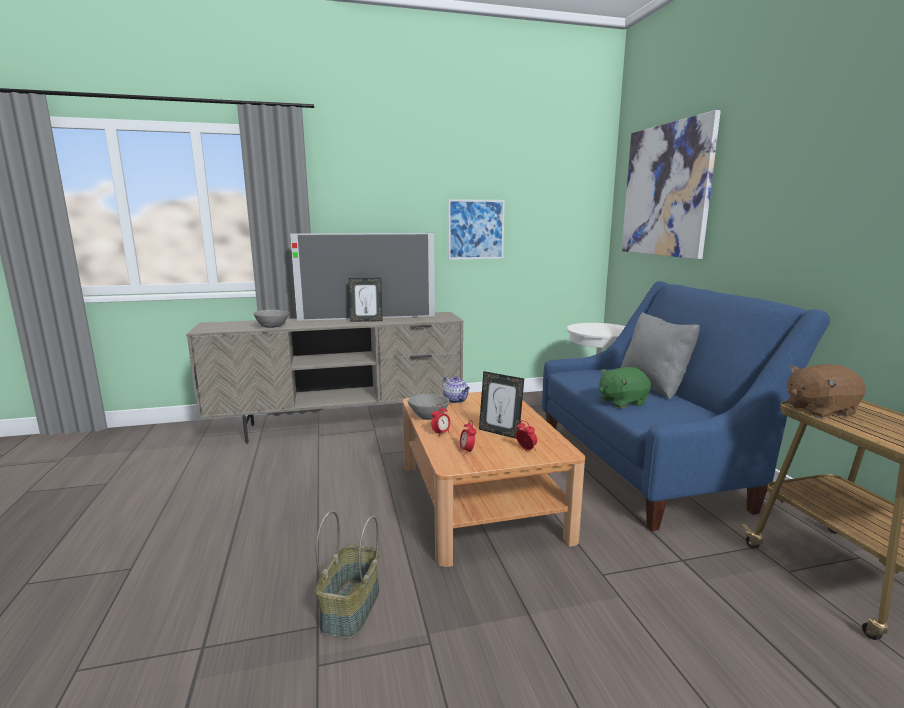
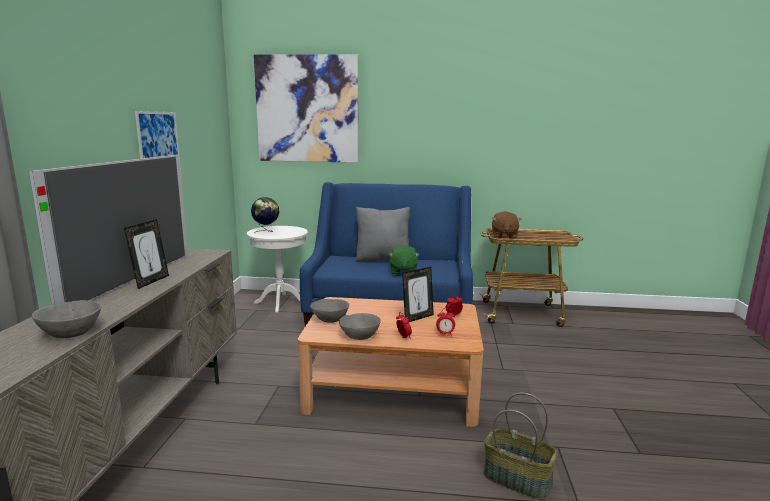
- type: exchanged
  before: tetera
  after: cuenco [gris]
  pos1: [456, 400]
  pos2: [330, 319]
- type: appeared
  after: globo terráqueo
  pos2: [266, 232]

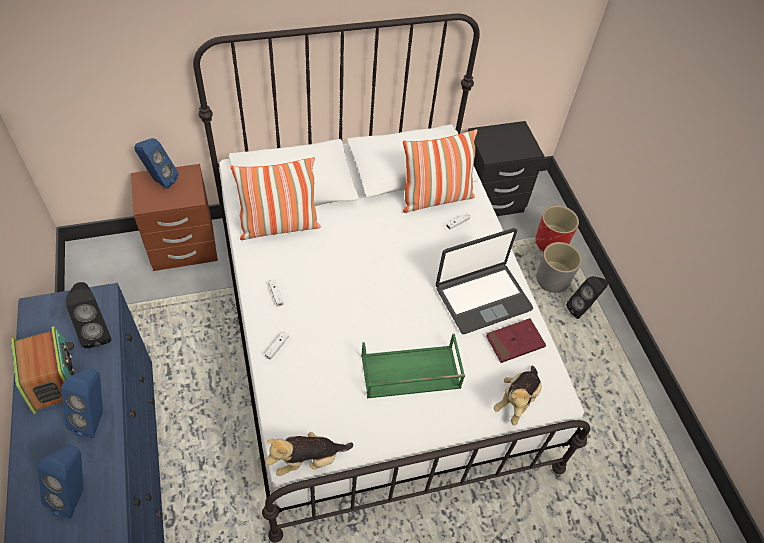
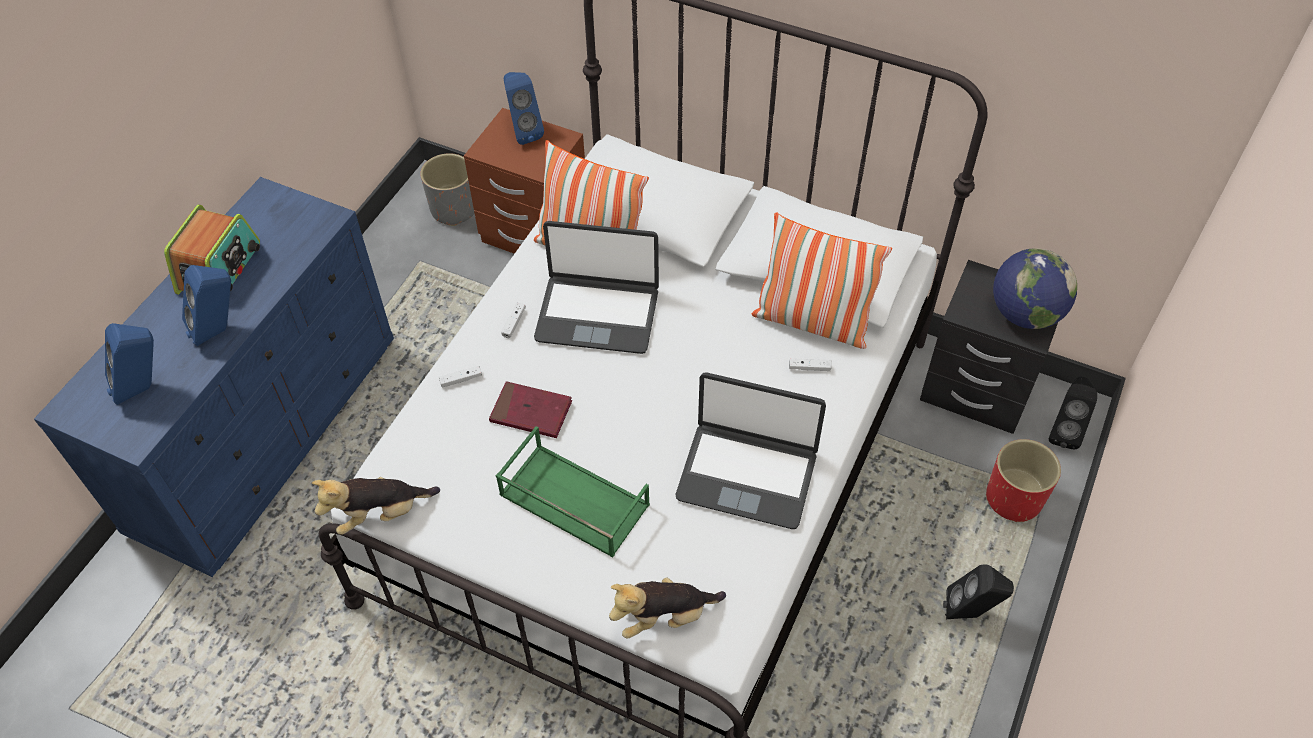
- type: relocated
  before: maceta [gris]
  pos1: [552, 280]
  pos2: [454, 209]
- type: relocated
  before: altavoz [negro]
  pos1: [97, 331]
  pos2: [1064, 431]
- type: relocated
  before: libro [rojo]
  pos1: [515, 342]
  pos2: [531, 412]
- type: spun
  before: peluche
  pos1: [308, 460]
  pos2: [380, 514]
  turn: -45
- type: appeared
  after: portátil
  pos2: [597, 314]
- type: appeared
  after: globo terráqueo
  pos2: [1025, 314]

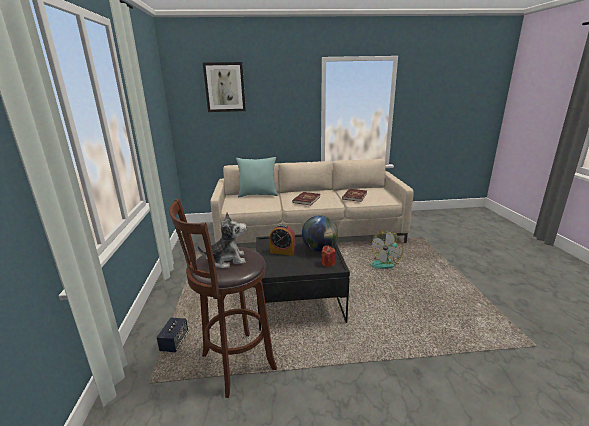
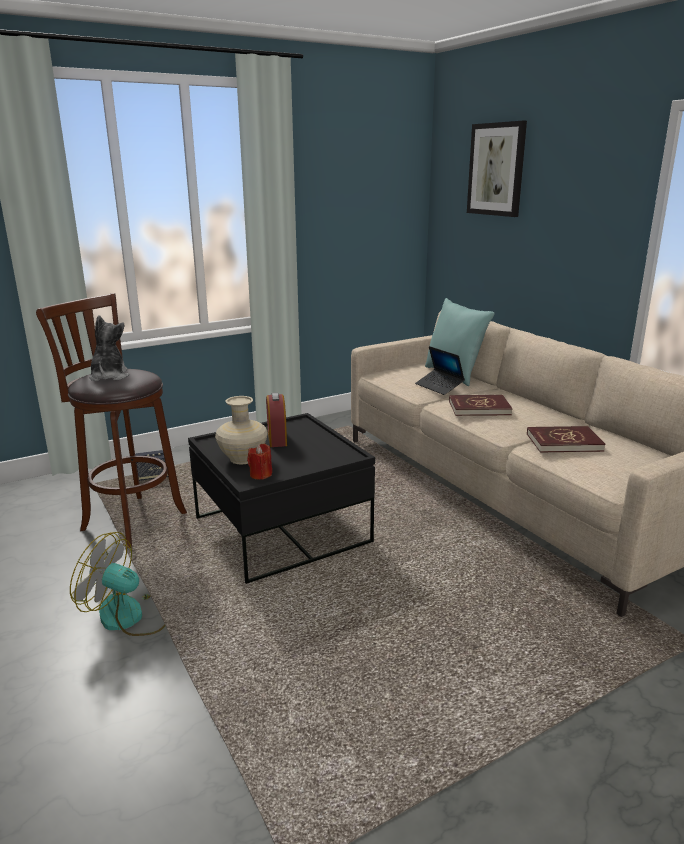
- type: spun
  before: peluche
  pos1: [226, 260]
  pos2: [109, 376]
  turn: -150
- type: missing
  before: globo terráqueo
  pos1: [319, 249]
- type: relocated
  before: ventilador
  pos1: [385, 263]
  pos2: [131, 616]
- type: appeared
  after: portátil
  pos2: [439, 386]
- type: appeared
  after: florero [beis]
  pos2: [242, 458]

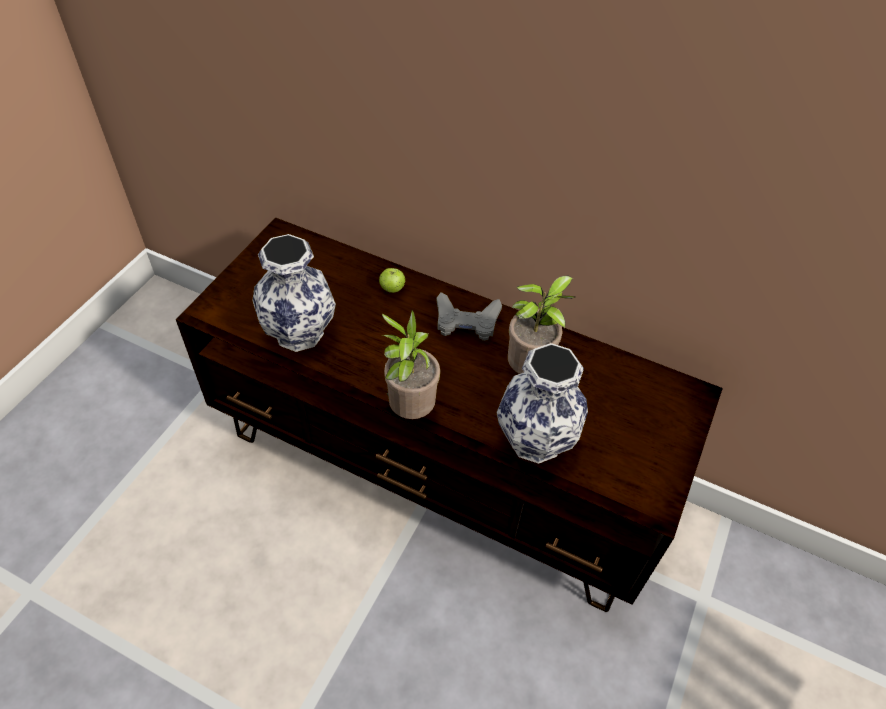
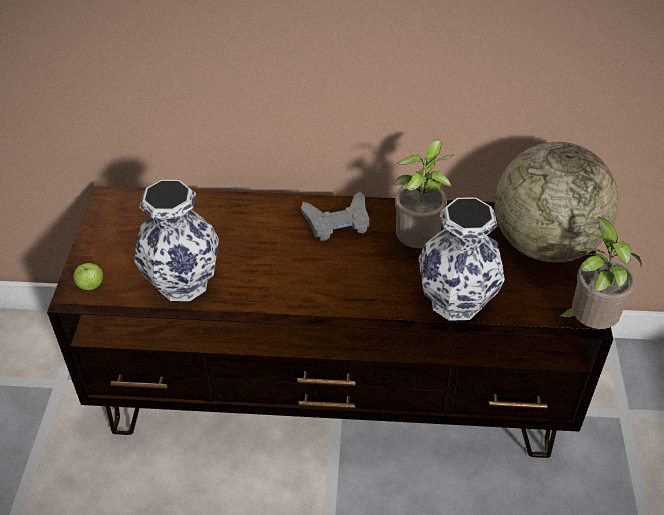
- type: relocated
  before: manzana
  pos1: [392, 289]
  pos2: [91, 286]
- type: relocated
  before: planta en maceta
  pos1: [409, 409]
  pos2: [587, 323]
- type: appeared
  after: globo terráqueo
  pos2: [544, 244]

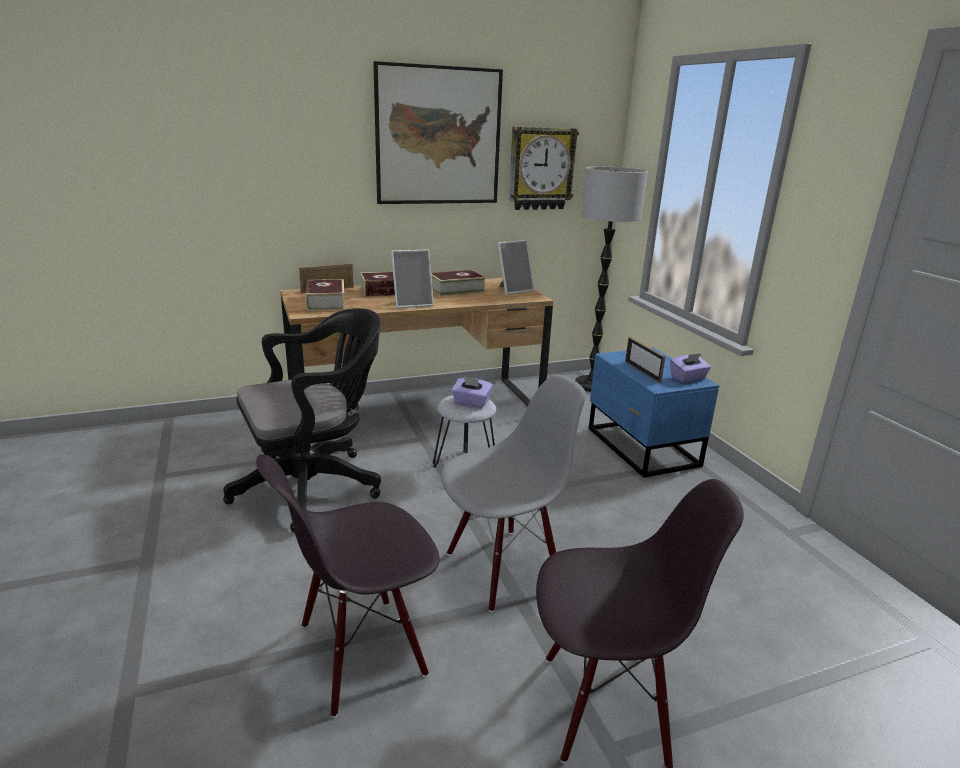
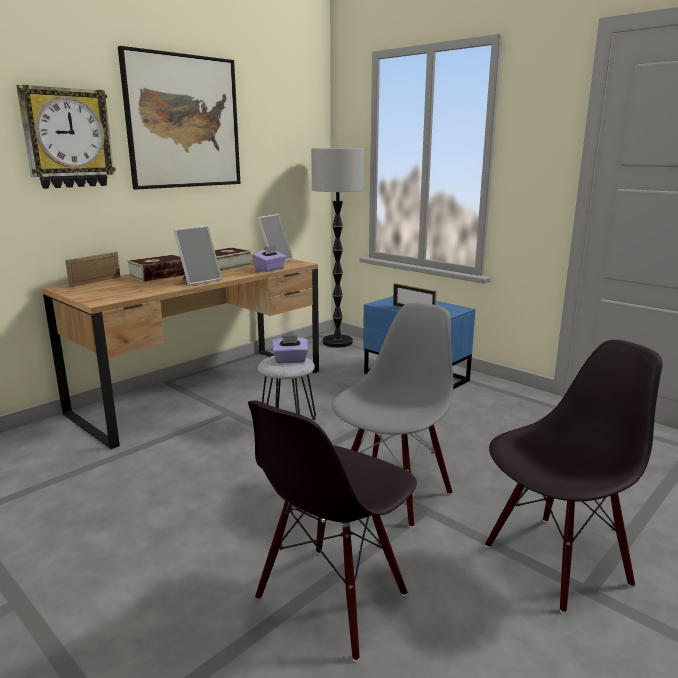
- type: relocated
  before: reloj de pared
  pos1: [541, 169]
  pos2: [67, 138]
- type: missing
  before: libro
  pos1: [326, 302]
- type: missing
  before: silla de oficina [negro]
  pos1: [314, 486]
- type: relocated
  before: caja de pañuelos [morado]
  pos1: [688, 378]
  pos2: [270, 269]

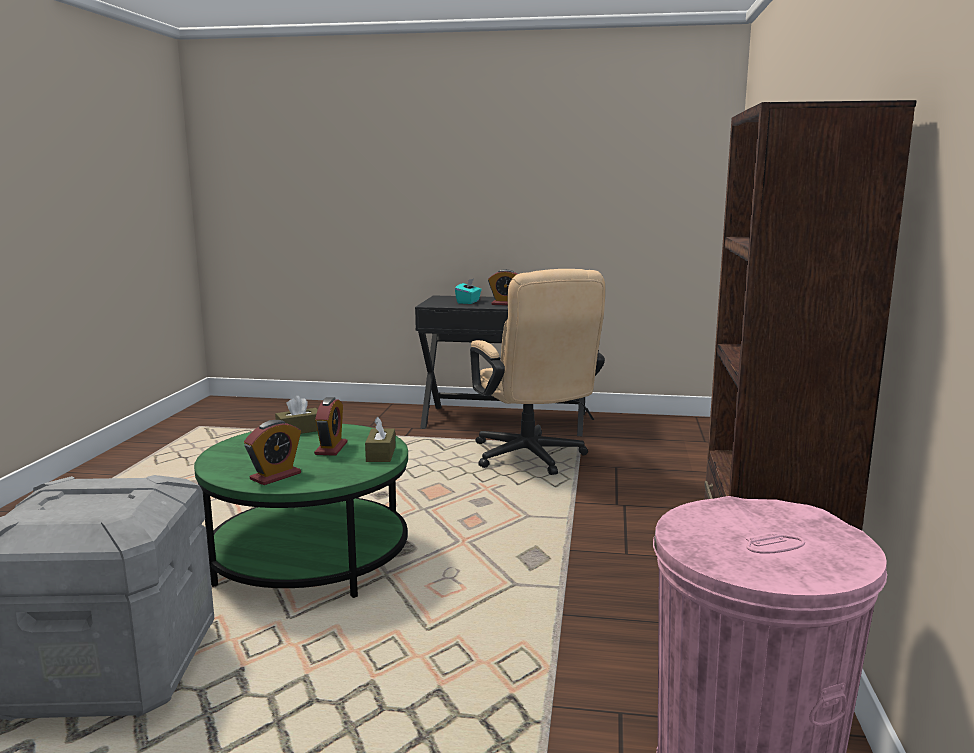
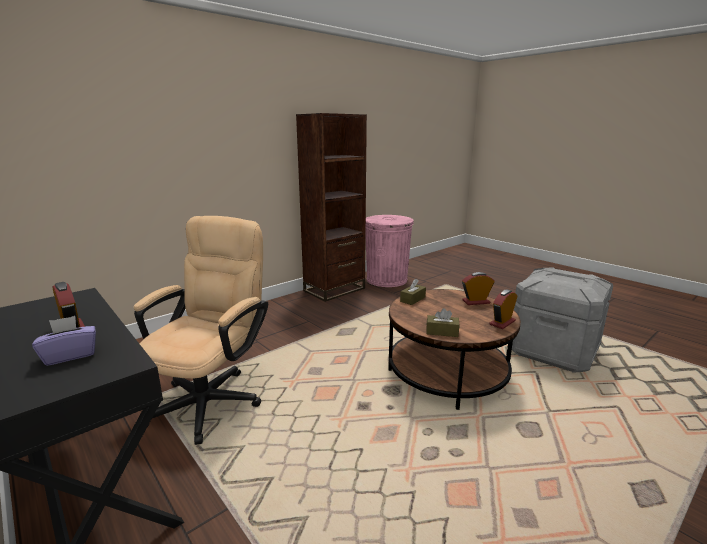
- type: colour
  before: caja de pañuelos [turquesa]
  after: caja de pañuelos [morado]
  pos1: [468, 302]
  pos2: [70, 355]
- type: relocated
  before: despertador
  pos1: [331, 448]
  pos2: [502, 323]
- type: colour
  before: mesa de centro [verde]
  after: mesa de centro [marrón]
  pos1: [310, 558]
  pos2: [447, 373]

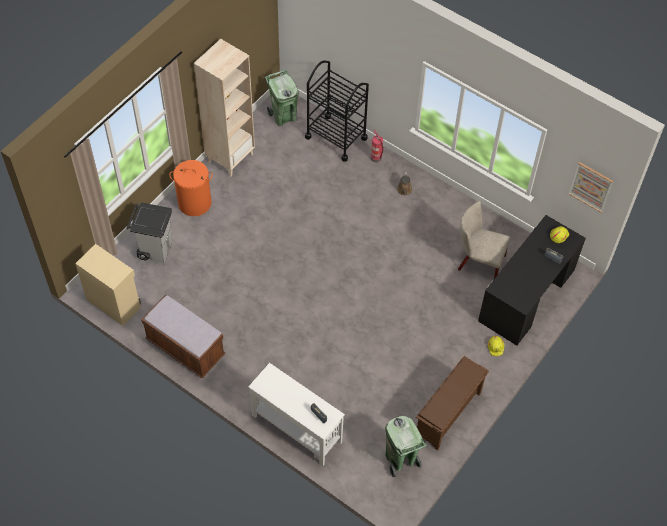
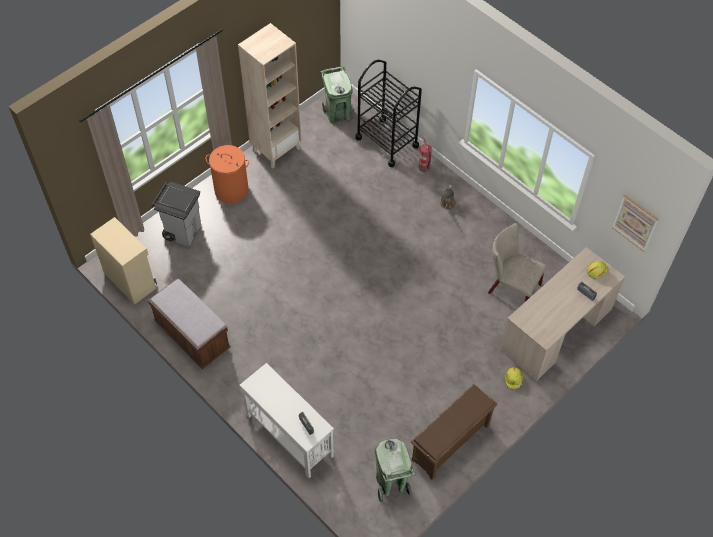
- type: colour
  before: escritorio [negro]
  after: escritorio [beis]
  pos1: [526, 295]
  pos2: [555, 329]

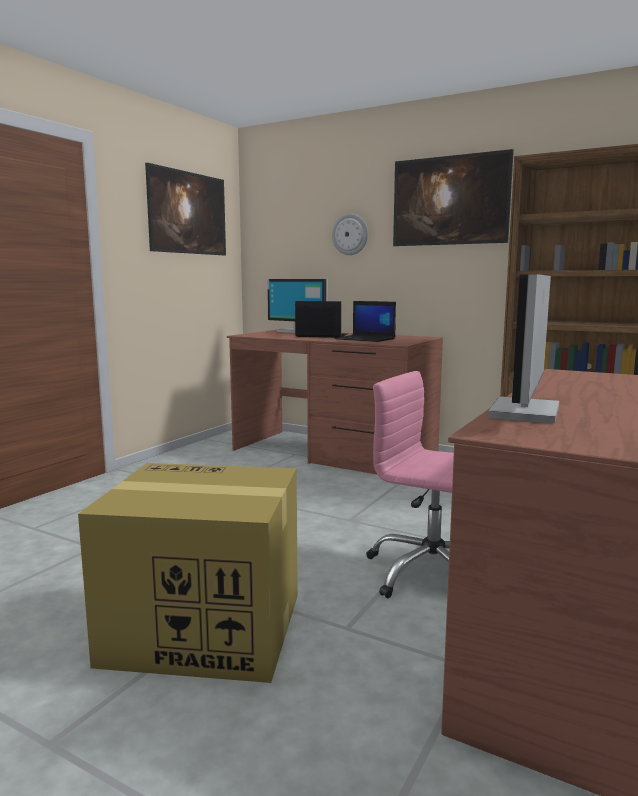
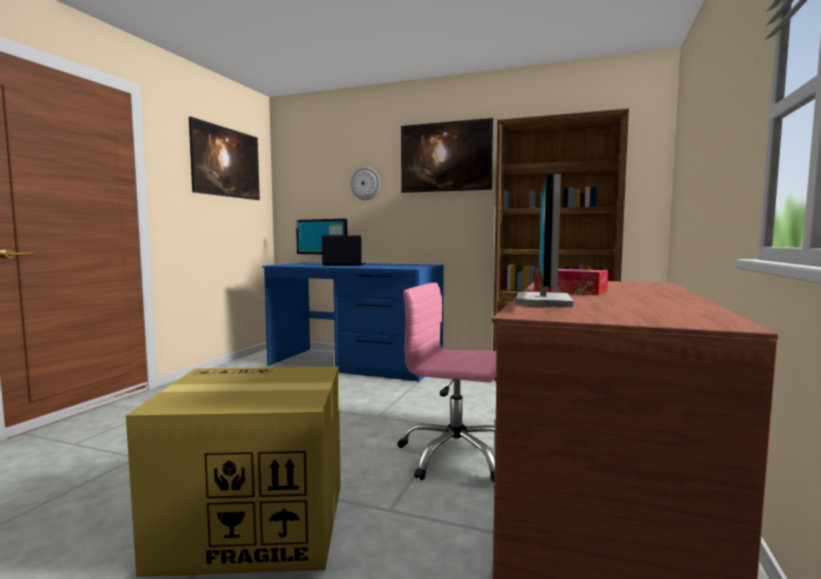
- type: missing
  before: portátil
  pos1: [366, 339]
- type: colour
  before: escritorio [marrón]
  after: escritorio [azul]
  pos1: [333, 453]
  pos2: [356, 363]
- type: appeared
  after: caja de pañuelos
  pos2: [570, 291]

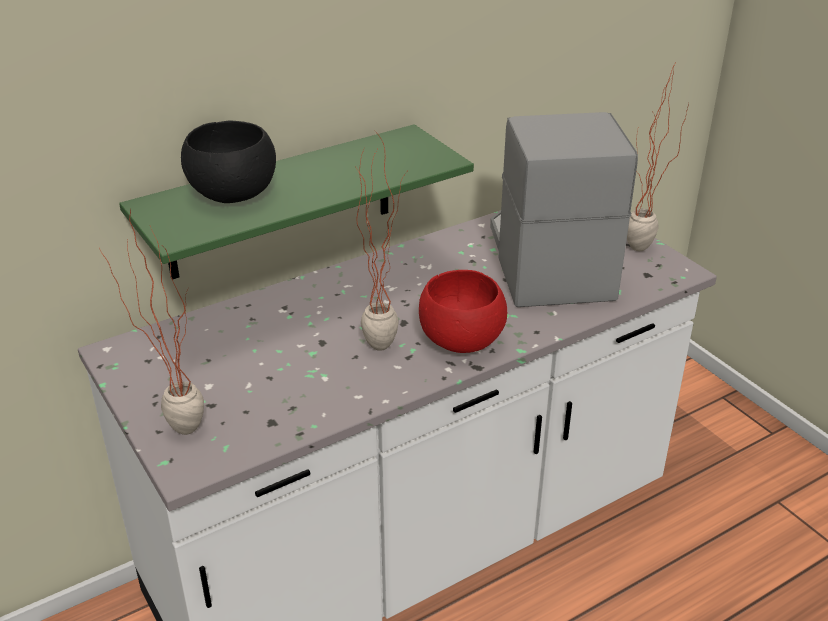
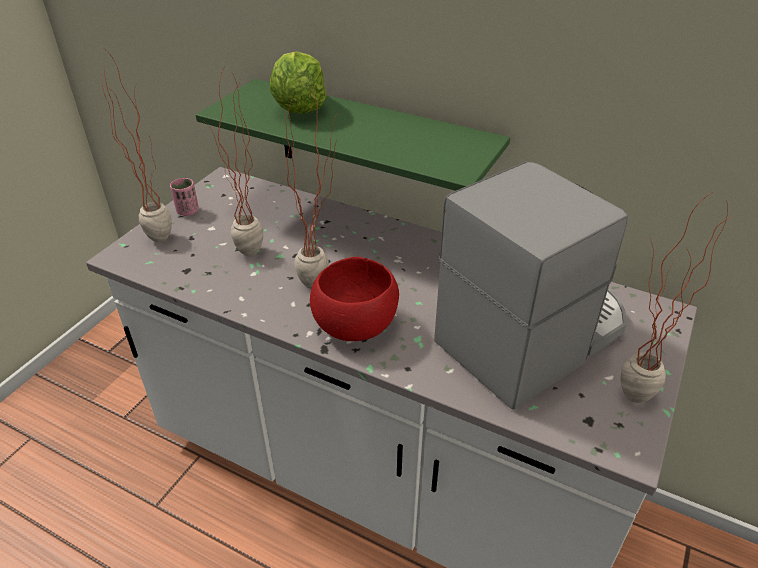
- type: exchanged
  before: cuenco [negro]
  after: lechuga
  pos1: [233, 195]
  pos2: [299, 108]
- type: appeared
  after: planta en maceta
  pos2: [248, 258]
- type: appeared
  after: taza [rosa]
  pos2: [187, 211]

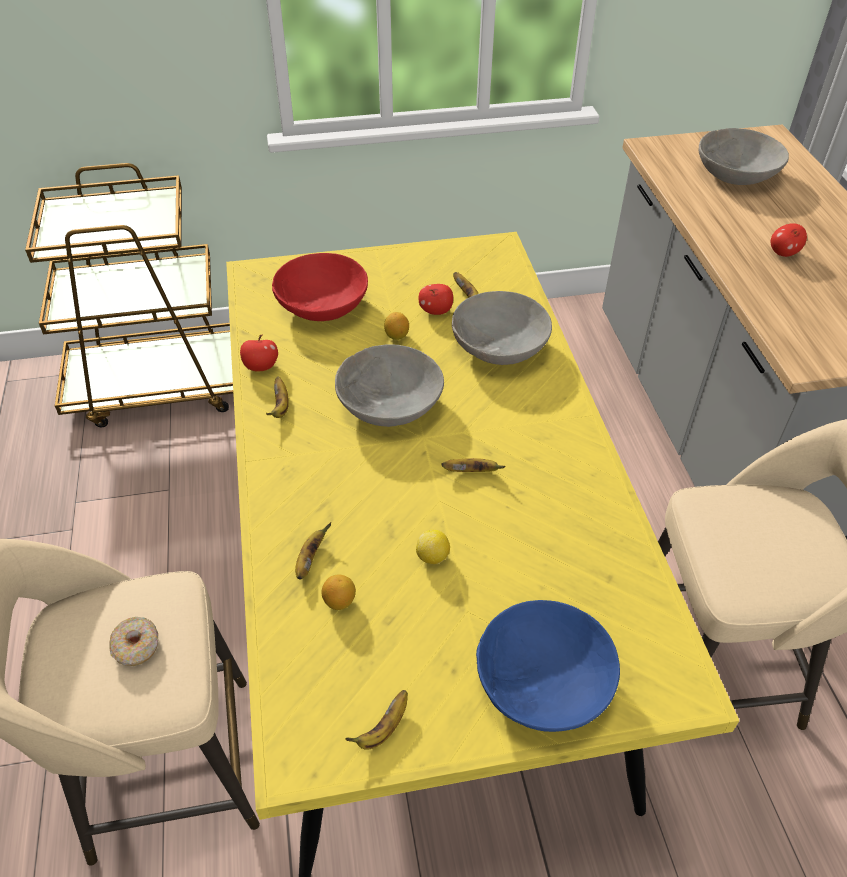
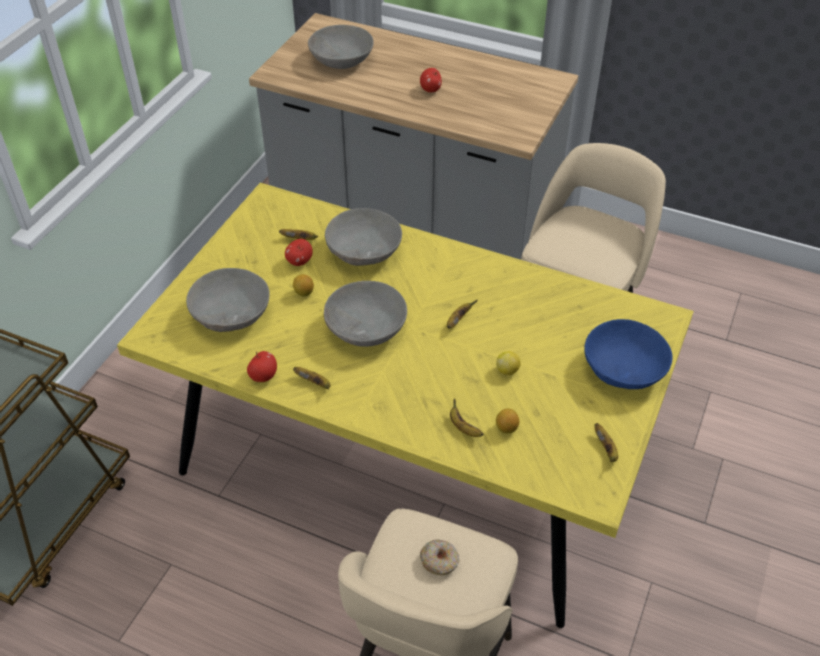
- type: colour
  before: cuenco [rojo]
  after: cuenco [gris]
  pos1: [322, 305]
  pos2: [232, 314]

